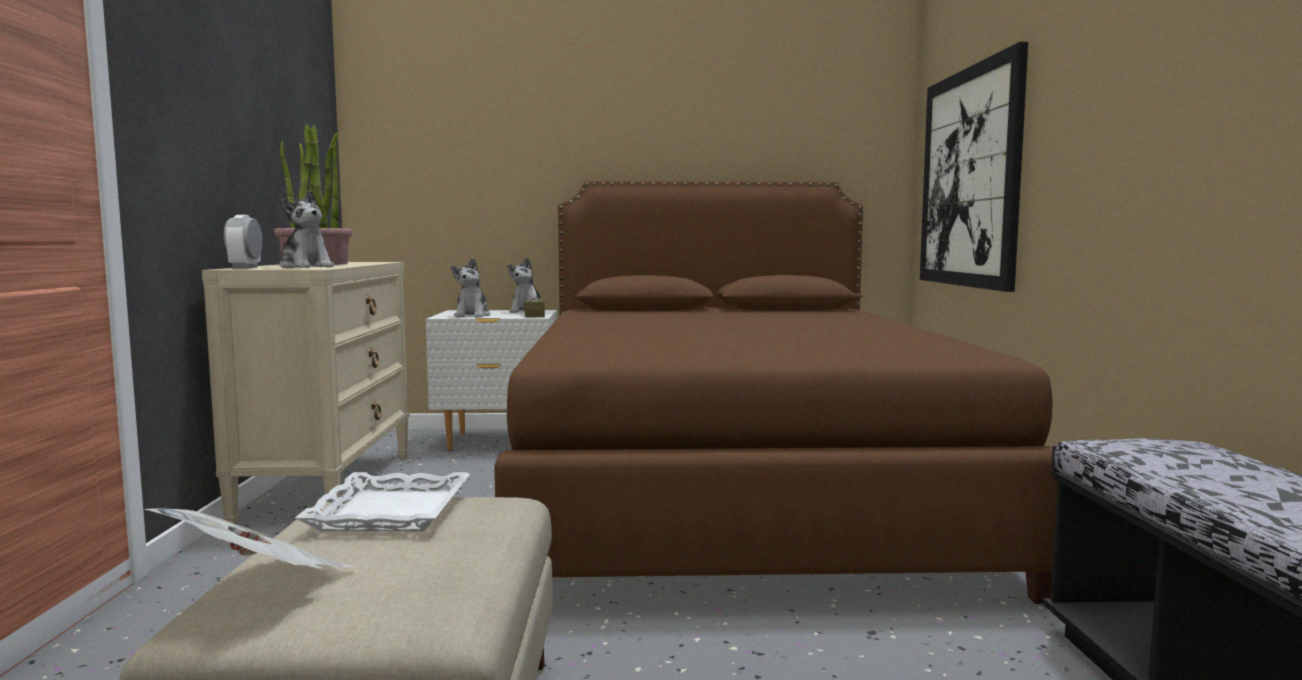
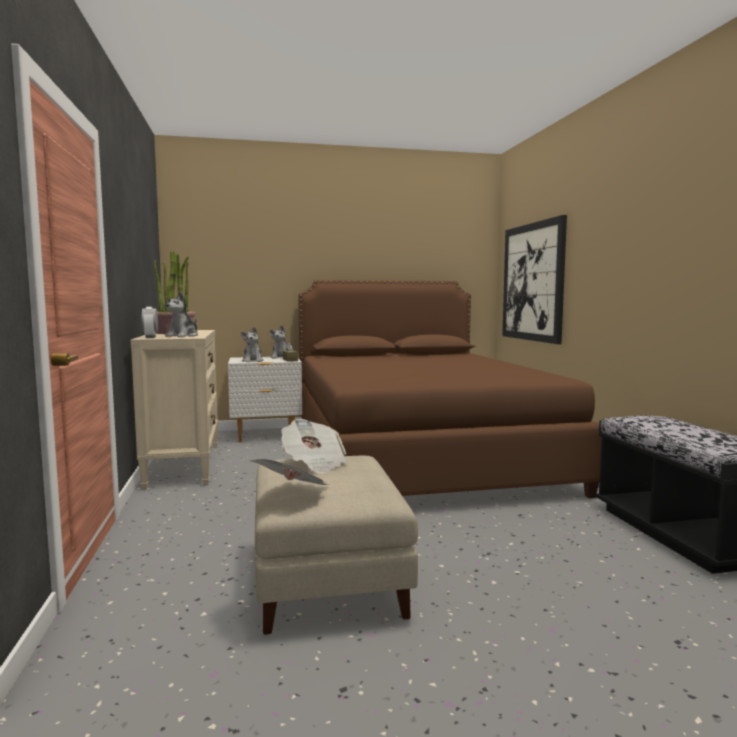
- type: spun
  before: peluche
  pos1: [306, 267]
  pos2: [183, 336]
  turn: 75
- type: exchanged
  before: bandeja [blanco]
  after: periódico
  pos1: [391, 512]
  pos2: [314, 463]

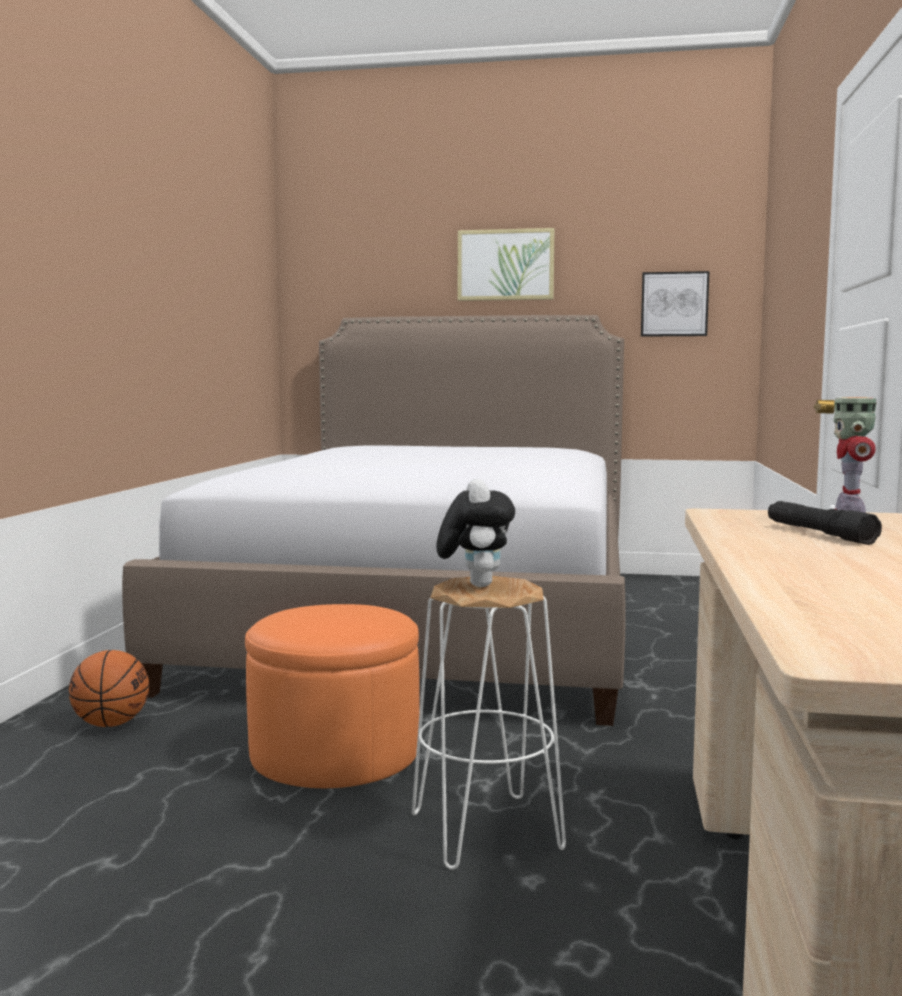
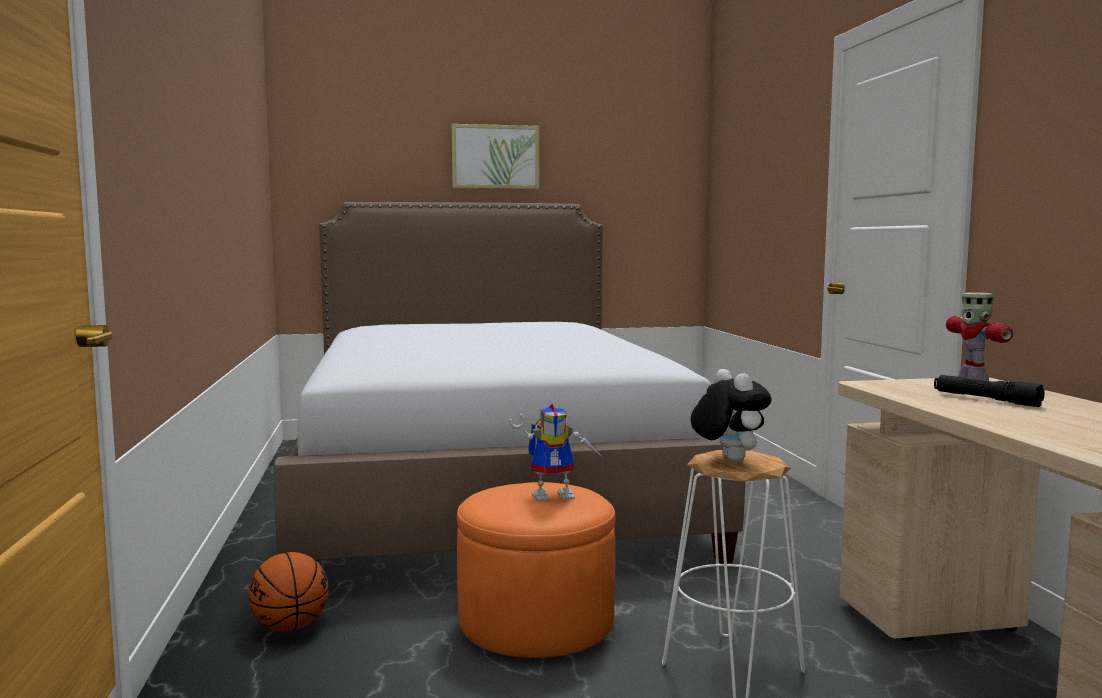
- type: missing
  before: cuadro
  pos1: [674, 304]
- type: appeared
  after: robot de juguete
  pos2: [555, 495]

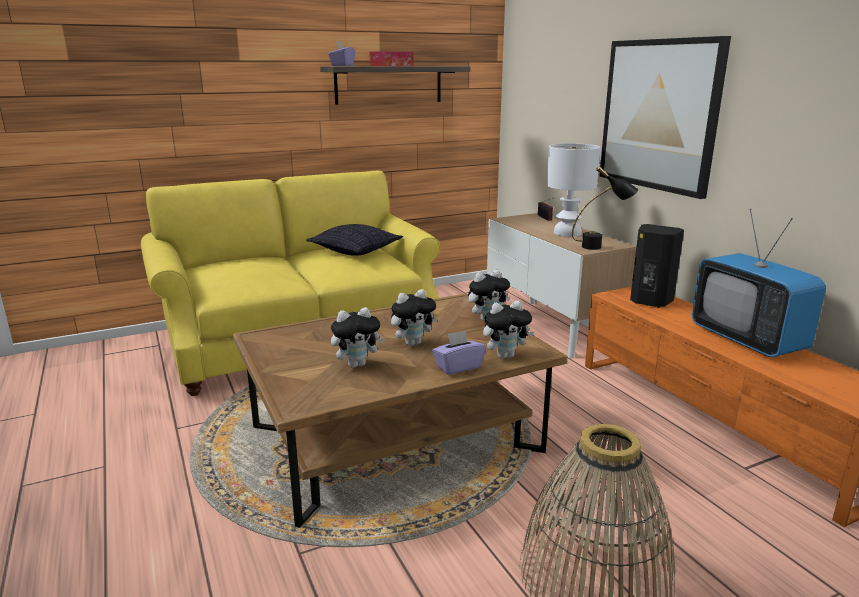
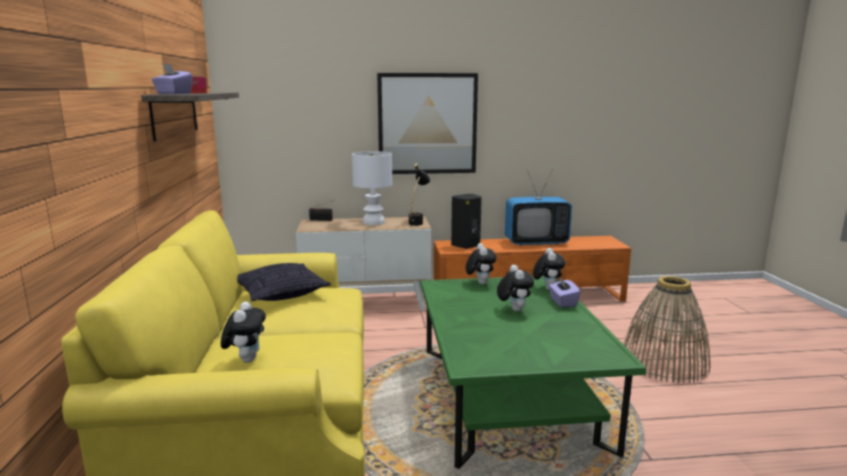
- type: colour
  before: mesa de centro [marrón]
  after: mesa de centro [verde]
  pos1: [395, 439]
  pos2: [508, 396]
- type: relocated
  before: peluche
  pos1: [357, 364]
  pos2: [246, 359]

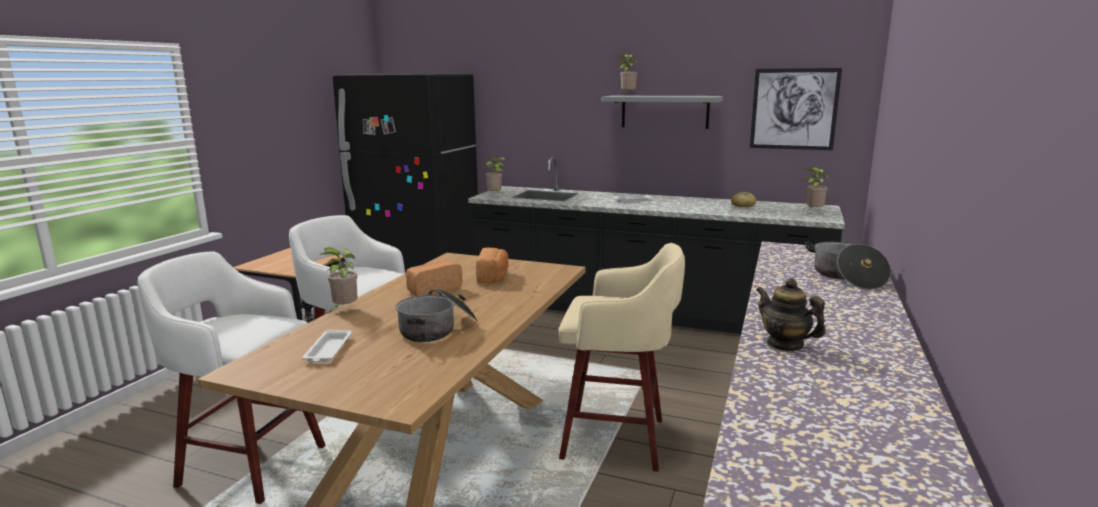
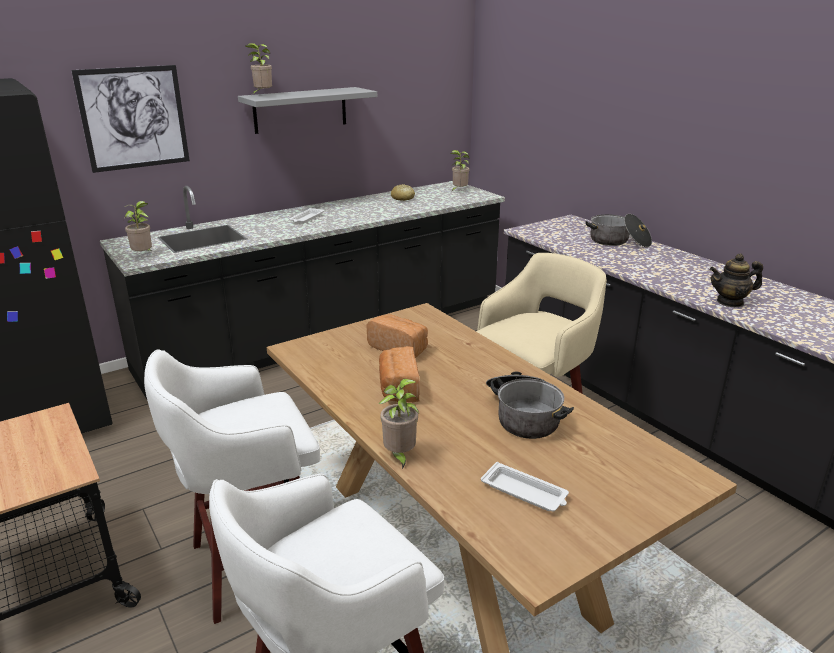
- type: relocated
  before: cuadro
  pos1: [794, 109]
  pos2: [134, 118]

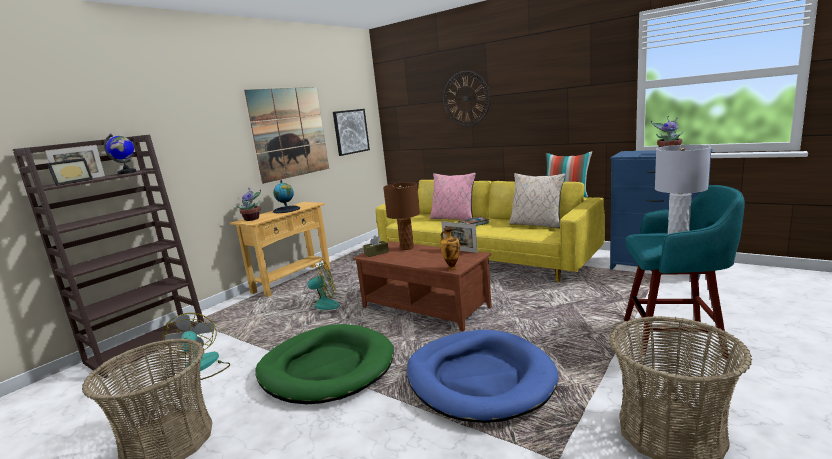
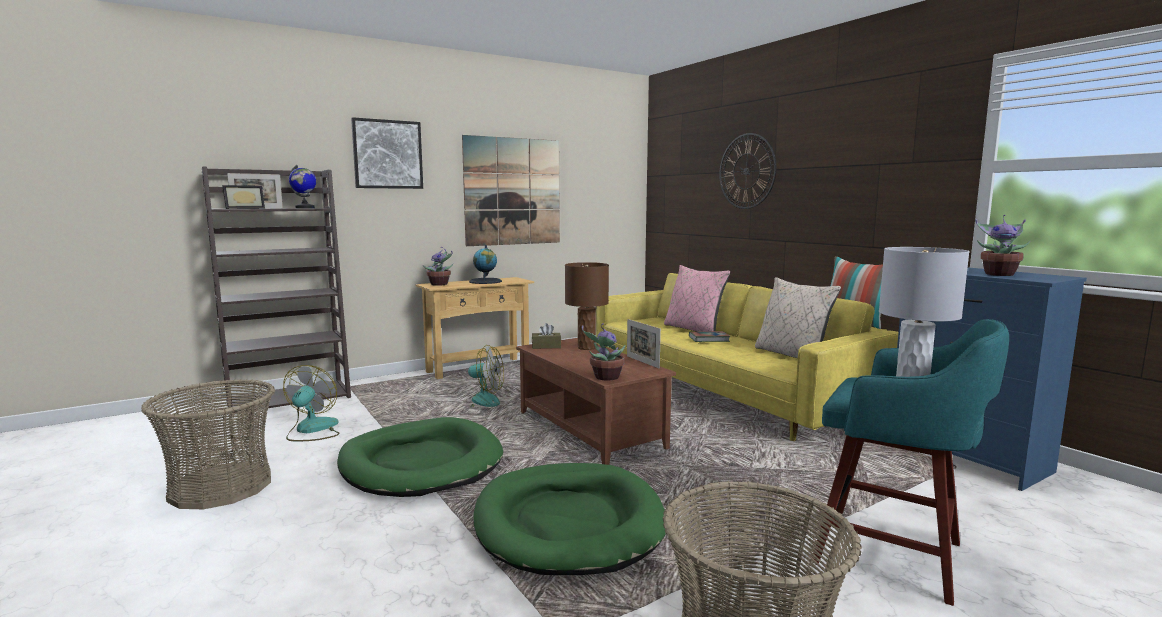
- type: relocated
  before: cuadro
  pos1: [350, 131]
  pos2: [387, 154]
- type: exchanged
  before: florero
  after: planta en maceta
  pos1: [451, 268]
  pos2: [605, 377]
- type: colour
  before: cama para perro [azul]
  after: cama para perro [verde]
  pos1: [479, 379]
  pos2: [568, 523]

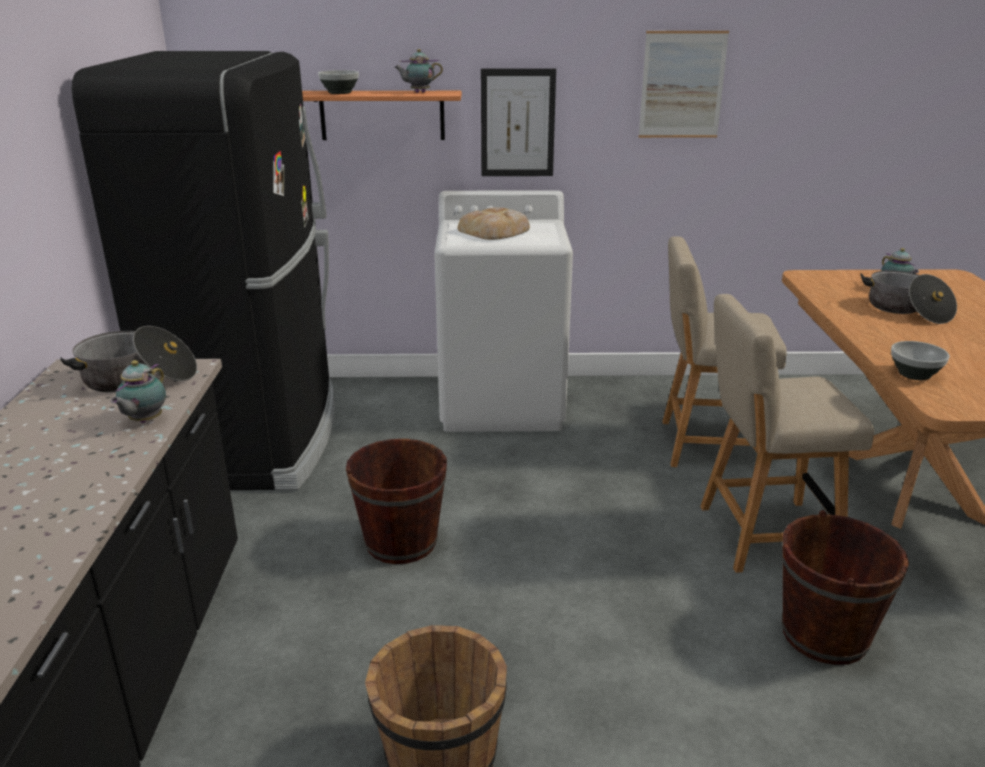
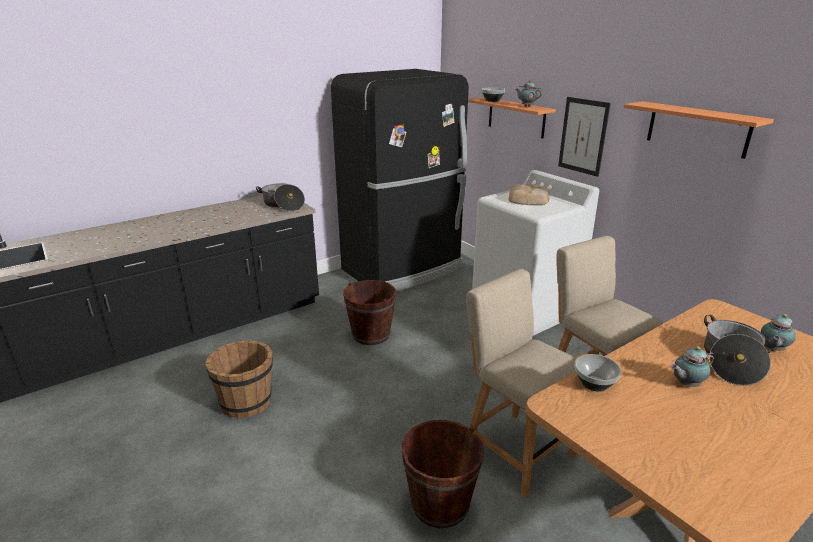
- type: exchanged
  before: cuadro
  after: estante
  pos1: [682, 85]
  pos2: [697, 129]
- type: relocated
  before: tetera
  pos1: [144, 421]
  pos2: [686, 384]

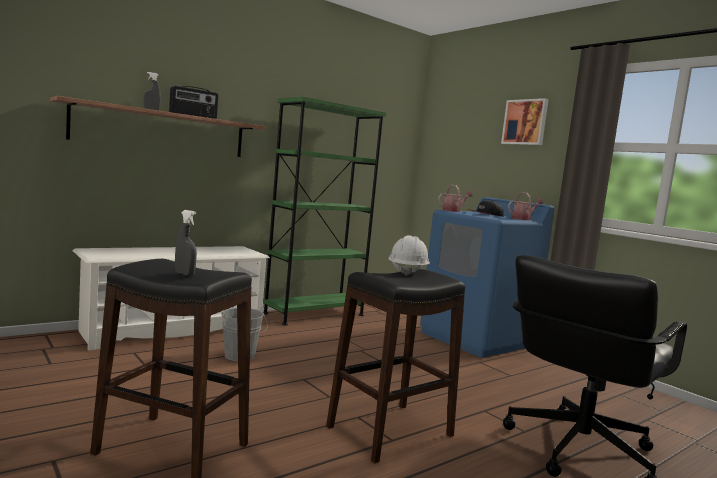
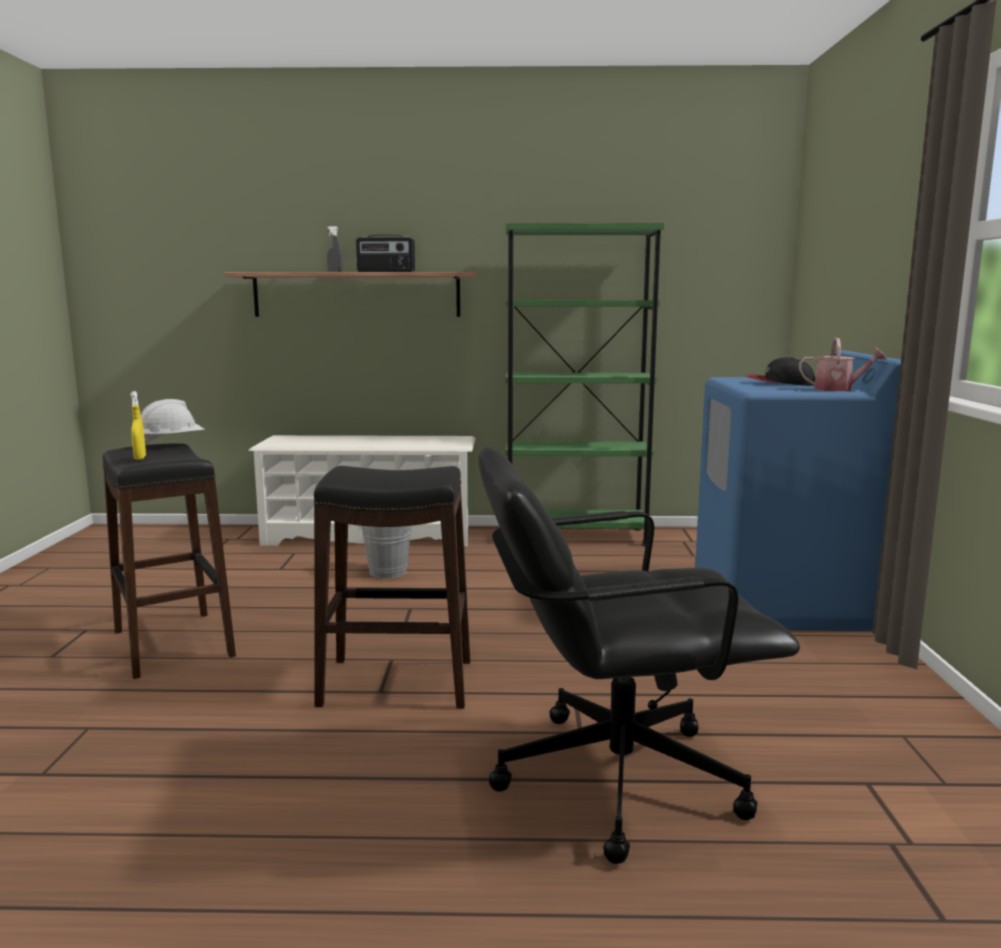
- type: missing
  before: cuadro
  pos1: [525, 122]
- type: missing
  before: regadera
  pos1: [453, 211]
- type: colour
  before: pulverizador [gris]
  after: pulverizador [amarillo]
  pos1: [184, 273]
  pos2: [140, 458]
- type: relocated
  before: casco [blanco]
  pos1: [407, 271]
  pos2: [171, 443]

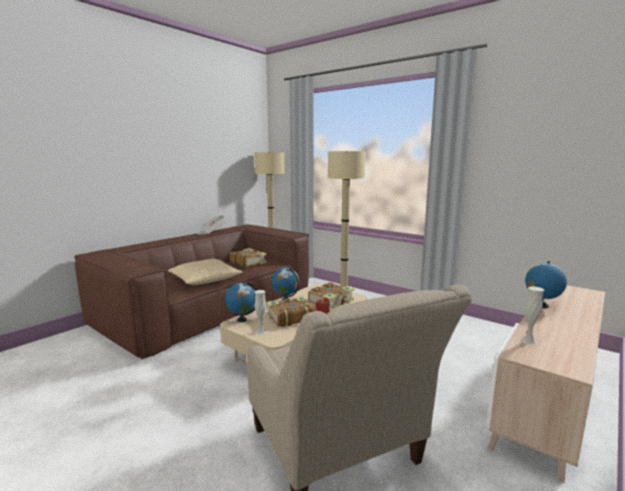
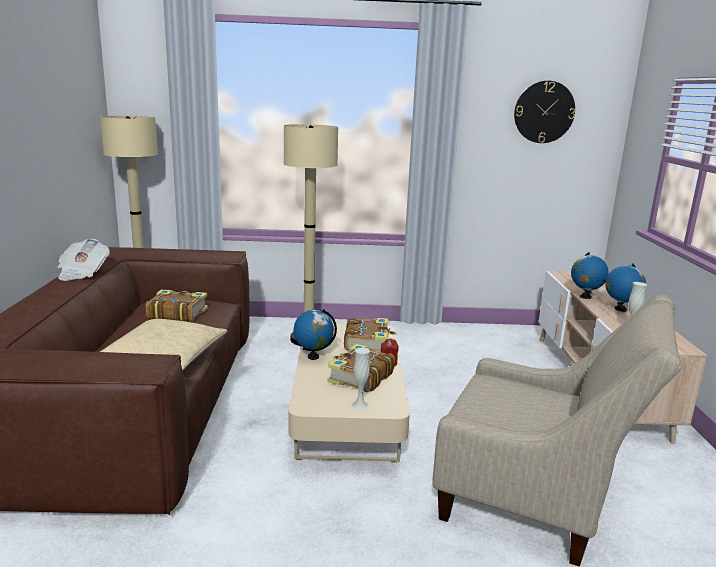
- type: relocated
  before: globo terráqueo
  pos1: [242, 320]
  pos2: [620, 309]
- type: appeared
  after: reloj de pared
  pos2: [544, 112]

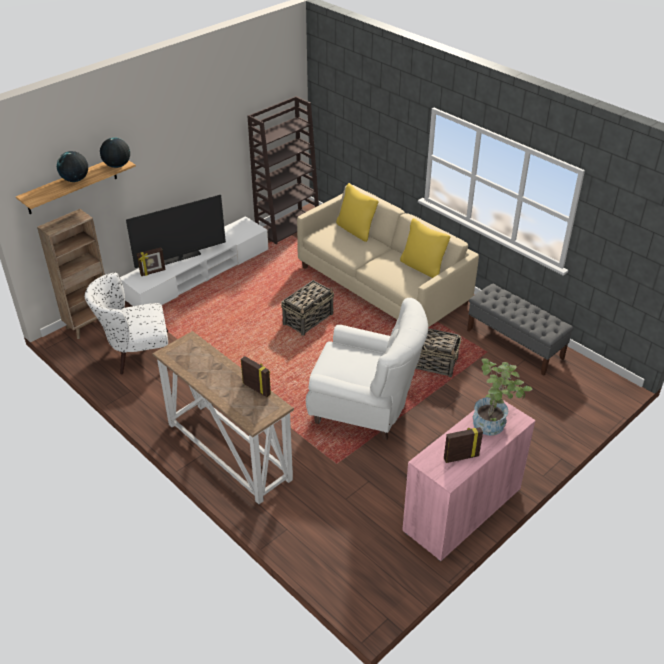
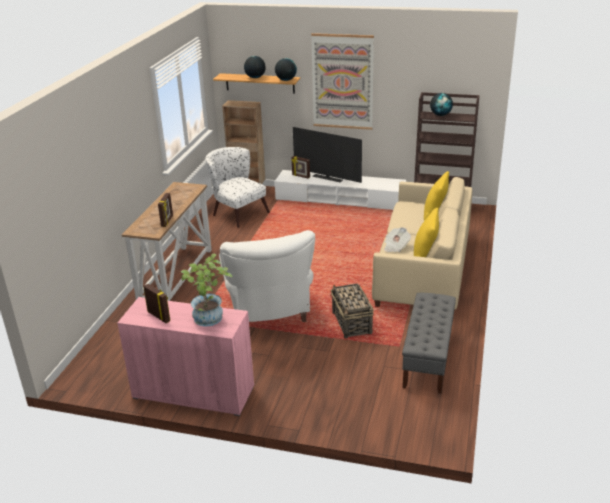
- type: missing
  before: cesta
  pos1: [308, 319]
- type: appeared
  after: cuadro
  pos2: [342, 82]
- type: appeared
  after: globo terráqueo
  pos2: [440, 115]
- type: appeared
  after: periódico
  pos2: [396, 247]

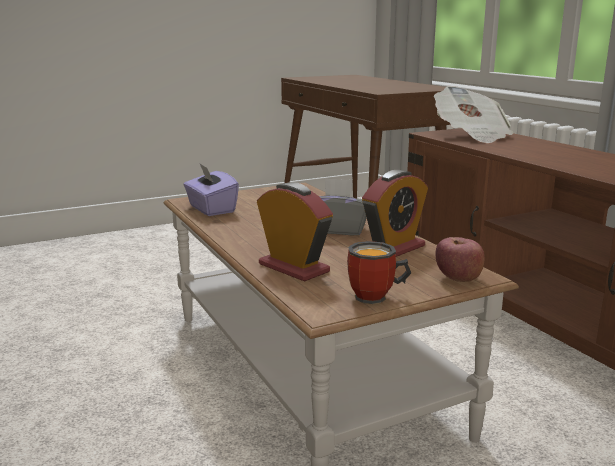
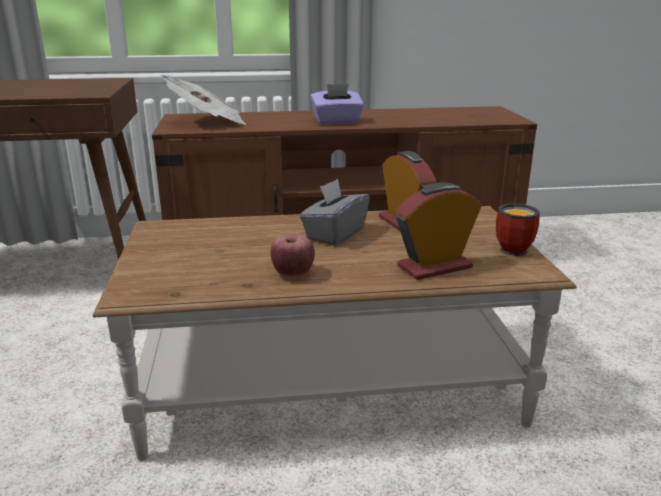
- type: relocated
  before: caja de pañuelos [morado]
  pos1: [211, 209]
  pos2: [337, 122]
- type: relocated
  before: manzana
  pos1: [458, 278]
  pos2: [293, 274]

